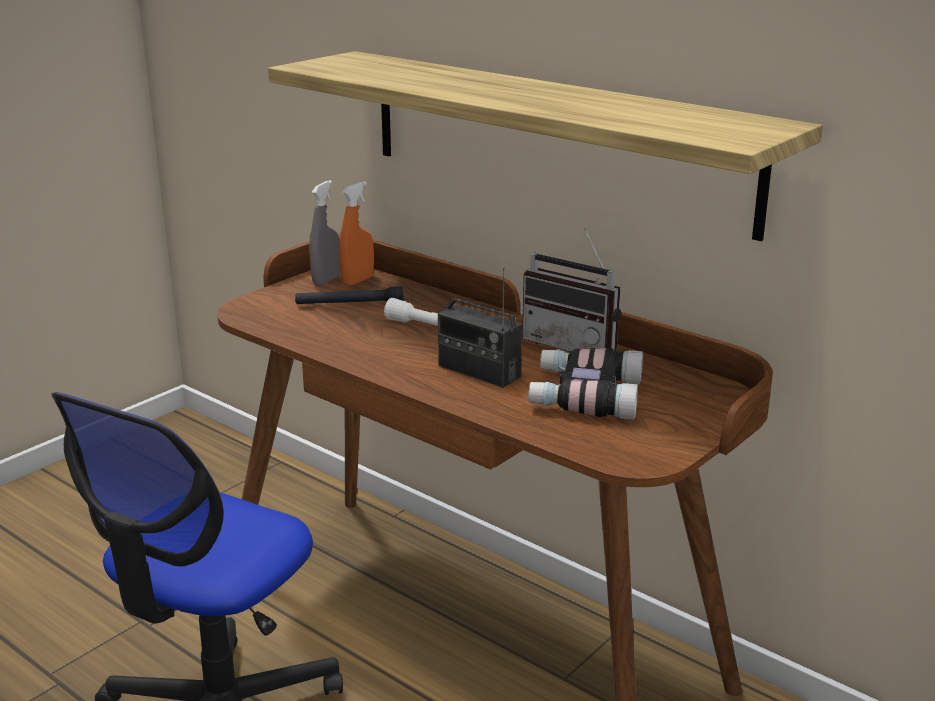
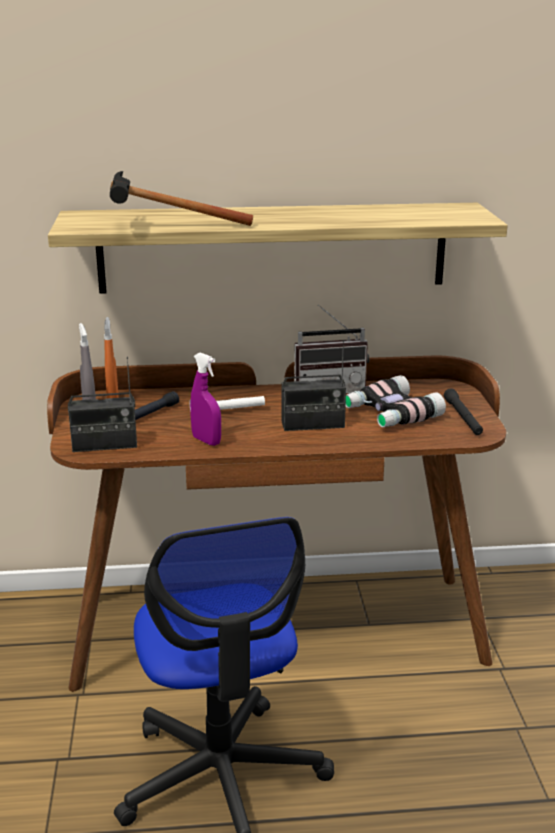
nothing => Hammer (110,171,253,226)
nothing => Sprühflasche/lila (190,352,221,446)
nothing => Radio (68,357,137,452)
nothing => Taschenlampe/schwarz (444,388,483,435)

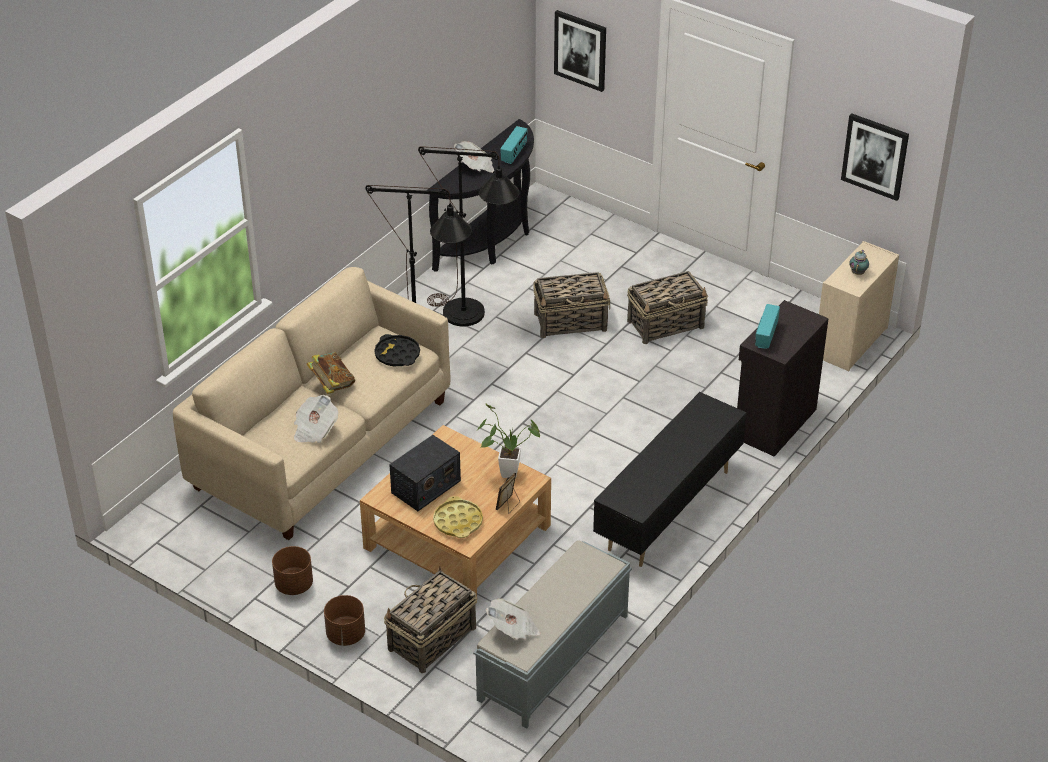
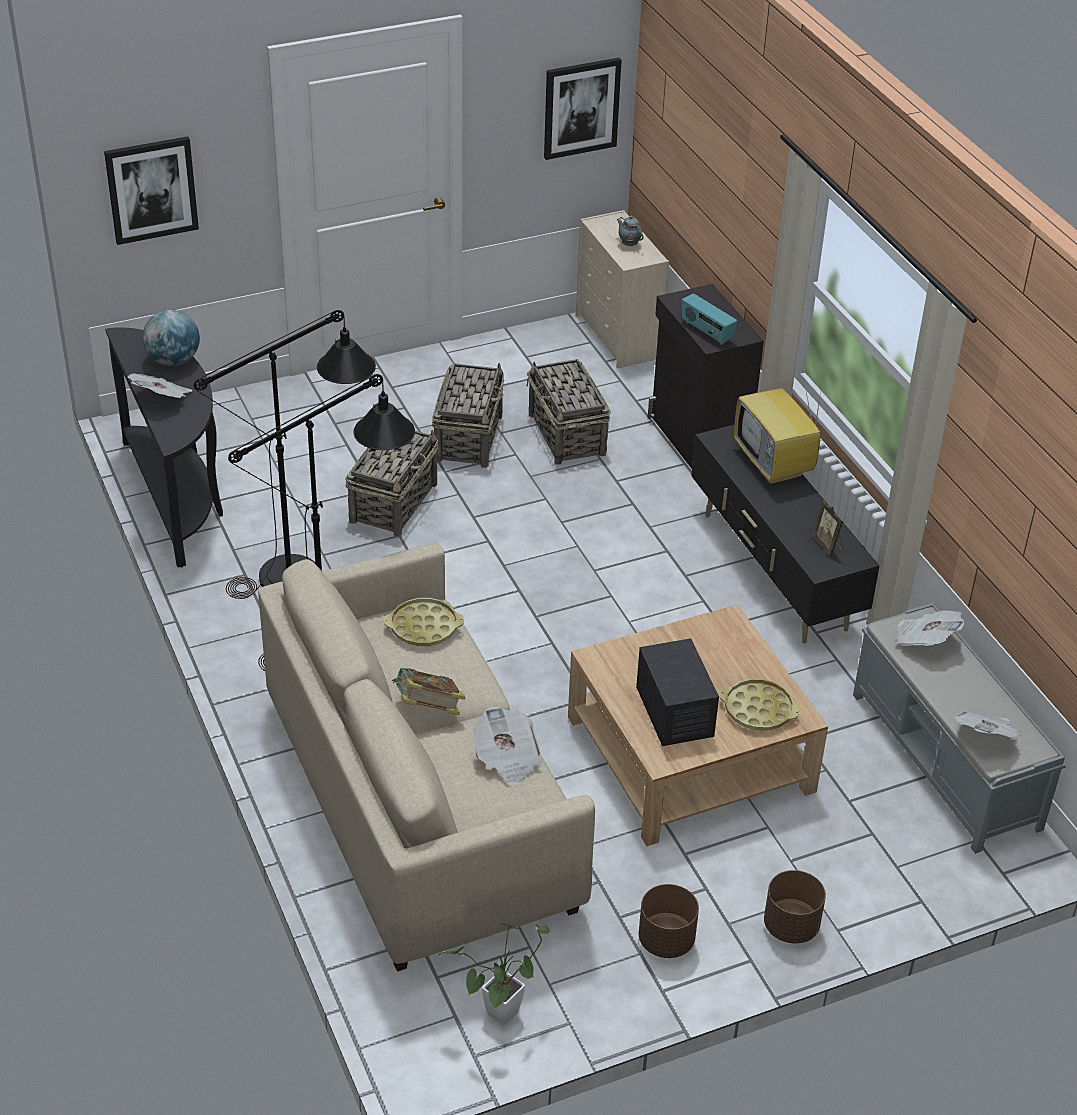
Radio (500,126,527,164) => Globus (142,310,200,366)
Tablett/schwarz (374,334,420,366) => Tablett/gelb (384,598,464,646)
Topfpflanze (476,404,540,479) => Topfpflanze (439,923,550,1026), shifted
Bilderrahmen (496,472,520,514) => Bilderrahmen (812,501,843,555), shifted
Korb (384,566,477,673) => Korb (527,359,611,464), shifted
nothing => Fernseher (734,372,821,485)
nothing => Zeitung (896,610,964,646)

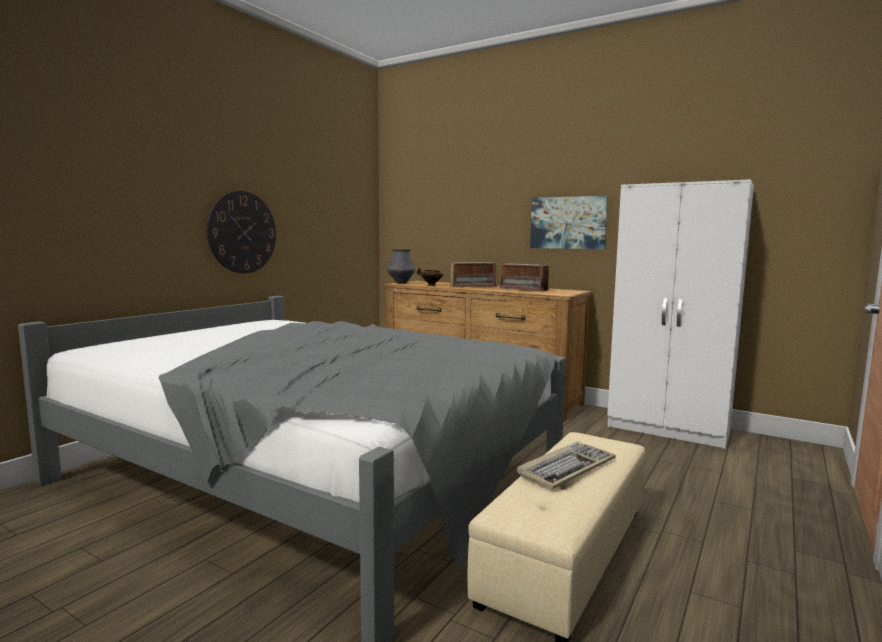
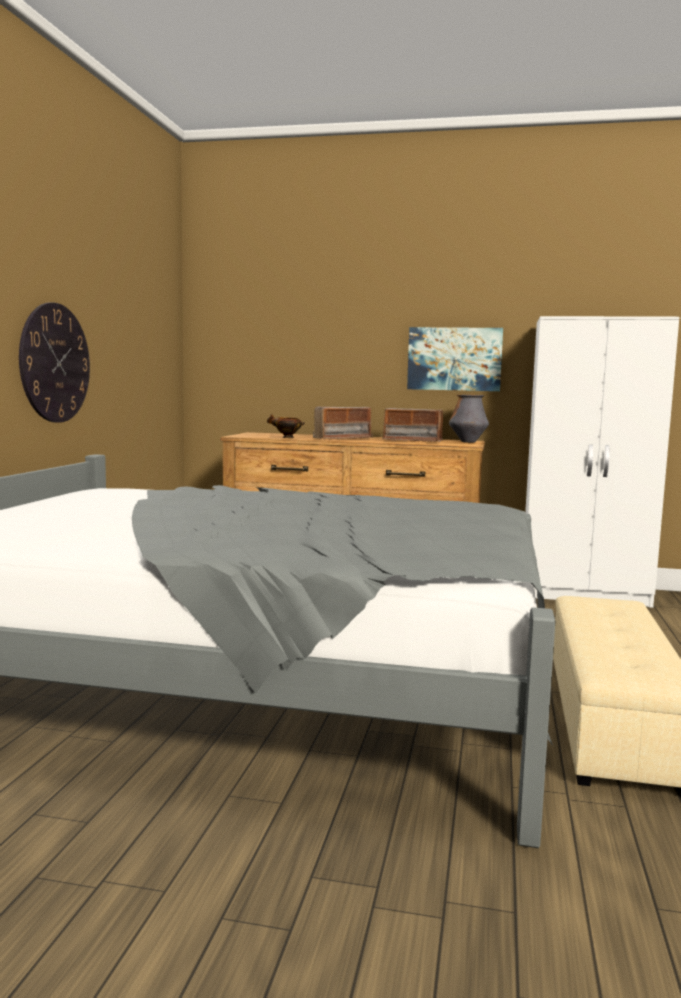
Vase (387,249,416,284) => Vase (449,395,489,443), shifted
Tastatur (517,441,616,489) => nothing

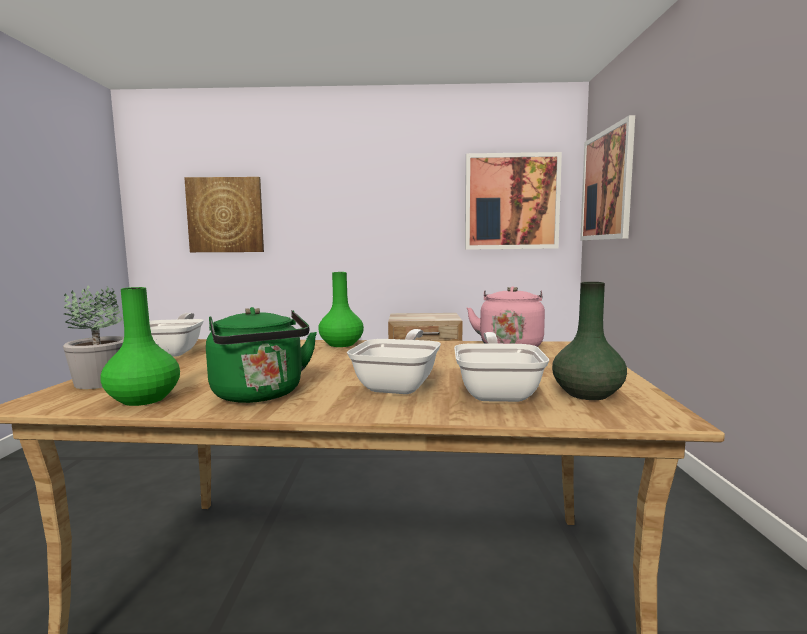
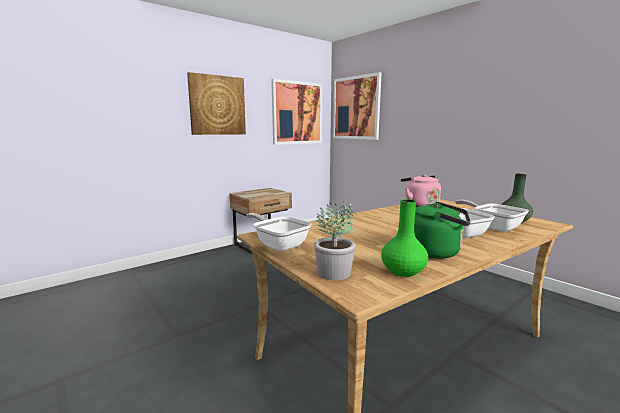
Bild (184,177,264,252) => Bild (187,72,246,135), shifted
Vase/grün (318,272,364,347) => nothing

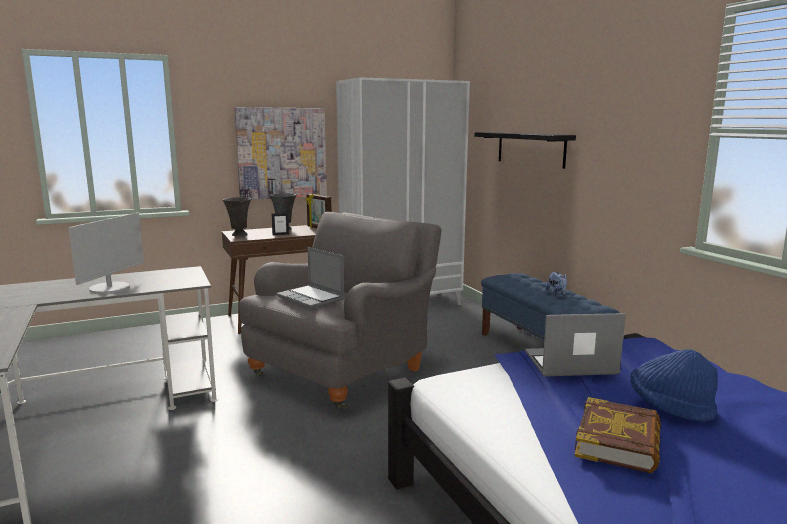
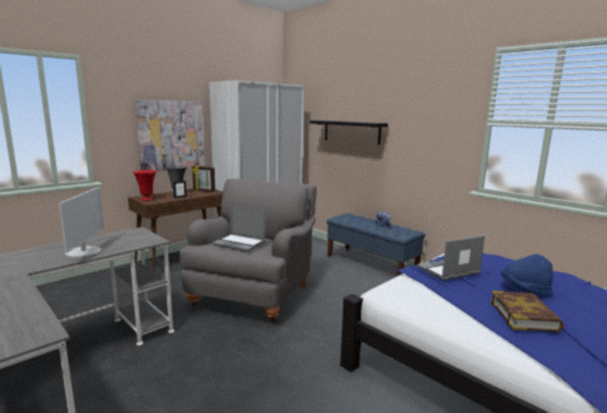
Vase/grau (223,197,251,236) => Vase/rot (133,170,156,201)

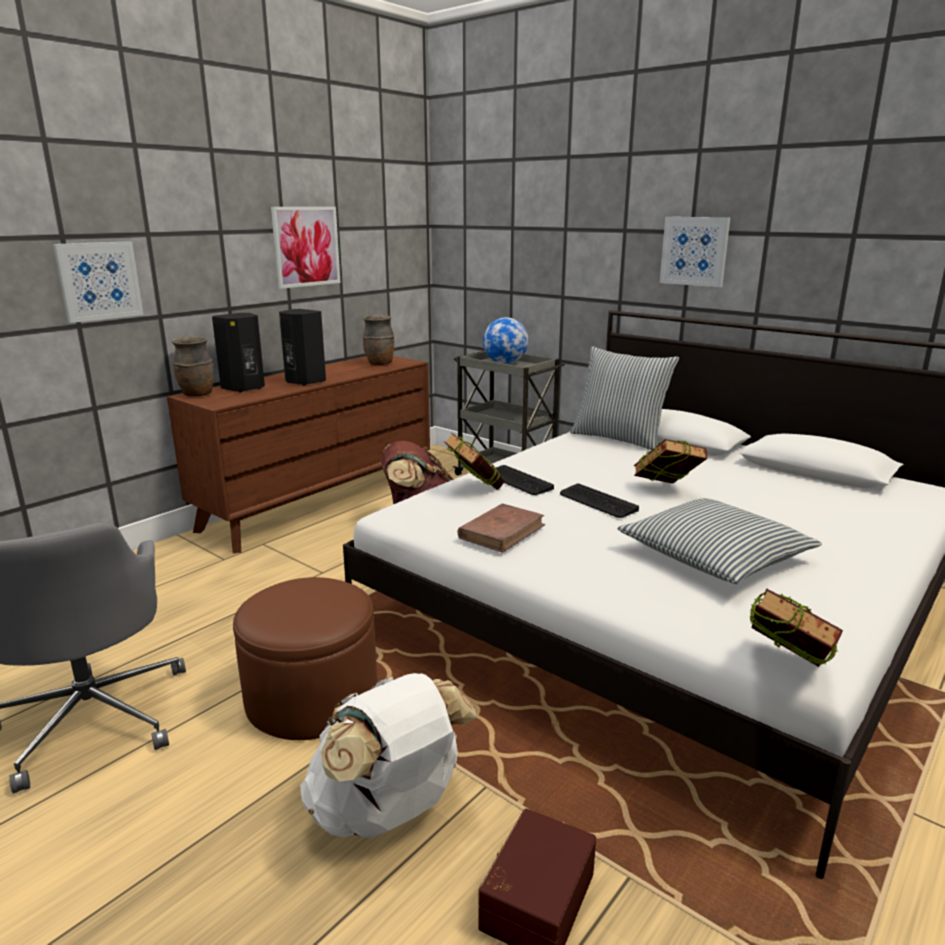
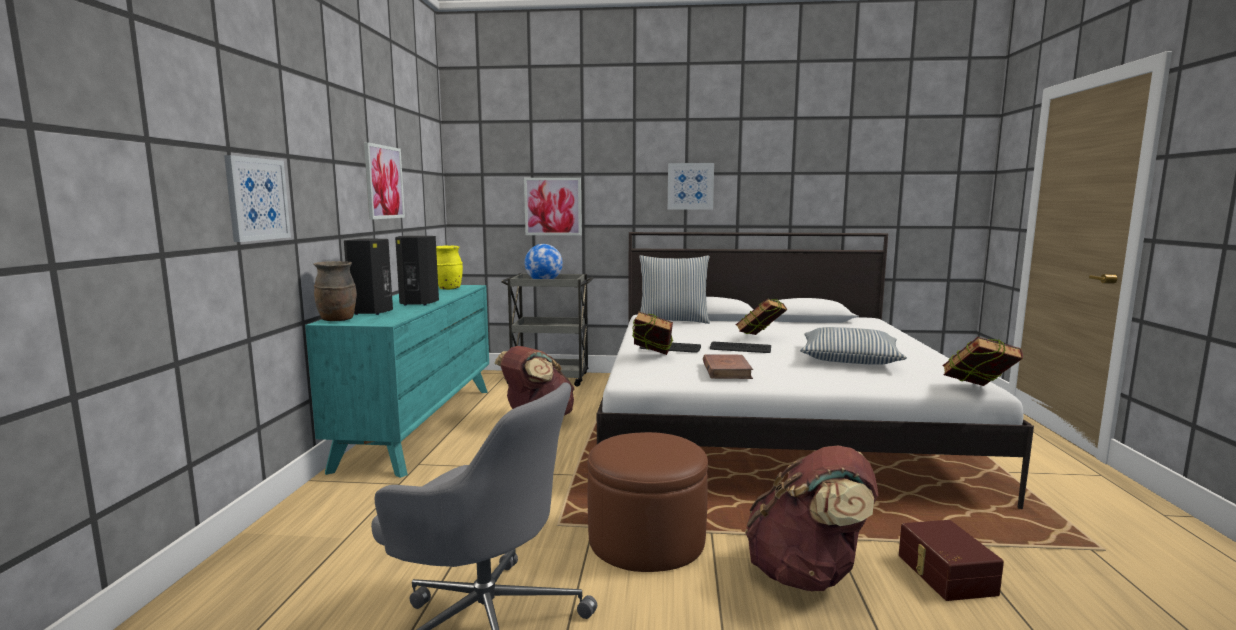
Vase/braun (363,315,394,365) => Vase/gelb (436,245,463,290)
Kommode/braun (167,356,430,554) => Kommode/türkis (305,285,489,478)
Rucksack/weiß (300,673,477,838) => Rucksack/braun (745,446,878,591)
nothing => Bild (524,178,582,235)

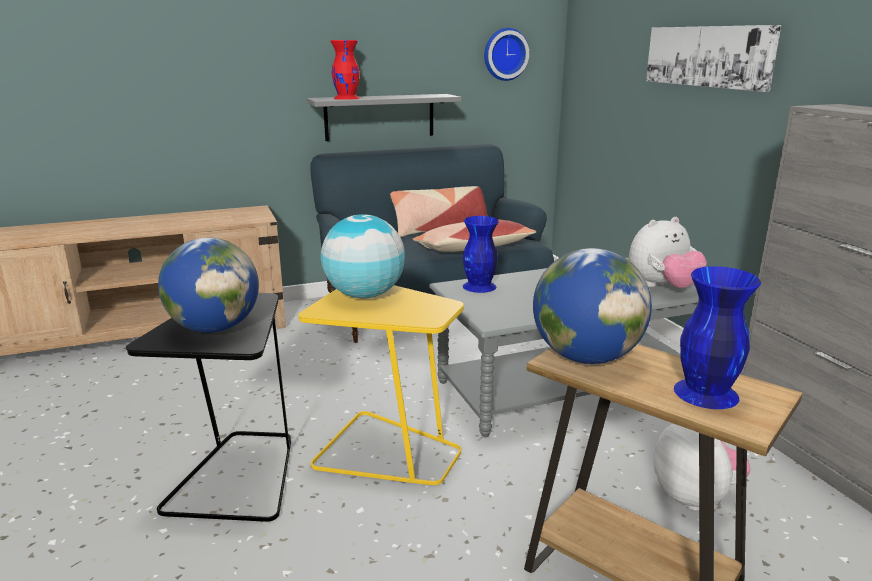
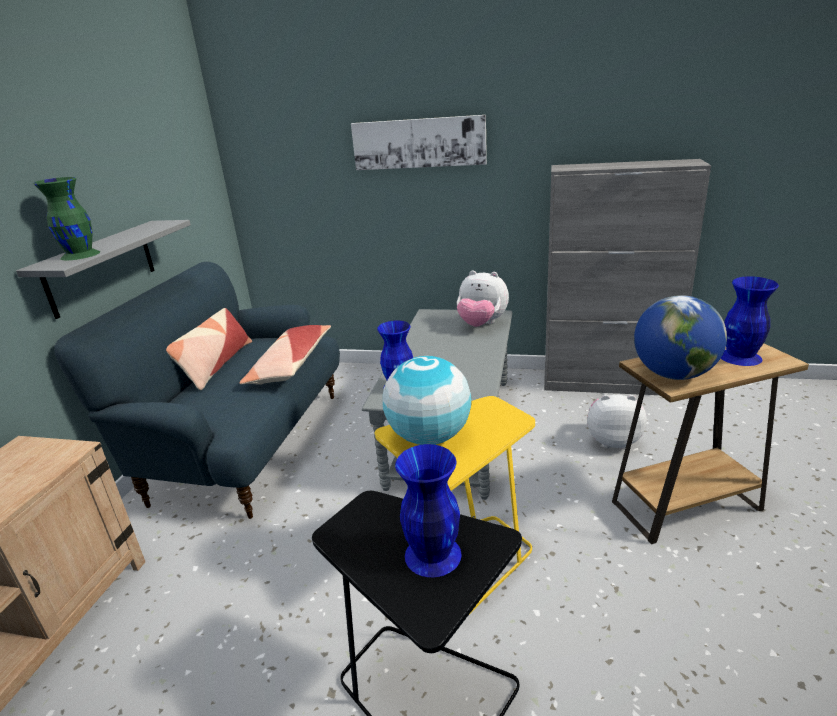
Wanduhr (484,28,529,81) => nothing
Vase/rot (331,40,360,100) => Vase/grün (34,177,100,260)
Plüschtier (629,217,707,288) => Plüschtier (457,270,509,327), 105 degrees clockwise
Globus (158,238,259,333) => Vase/blau (395,444,461,577)

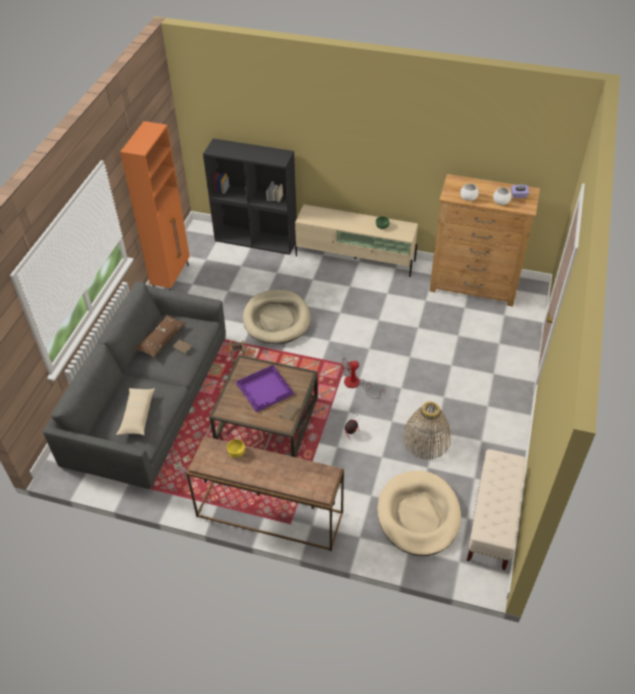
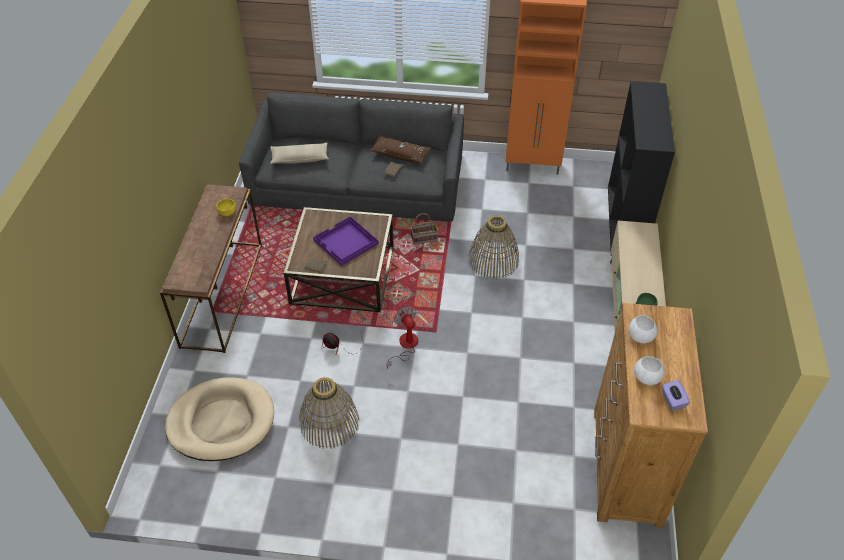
Hundebett/beige (243,290,310,344) => Korb (468,215,519,279)
Bank/beige (466,449,526,570) => nothing

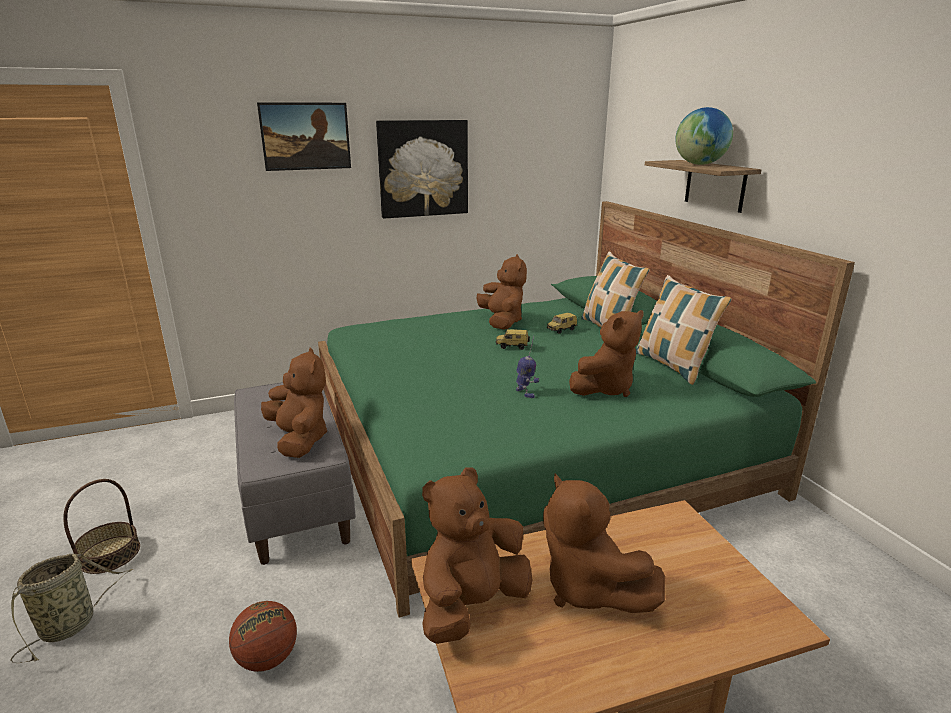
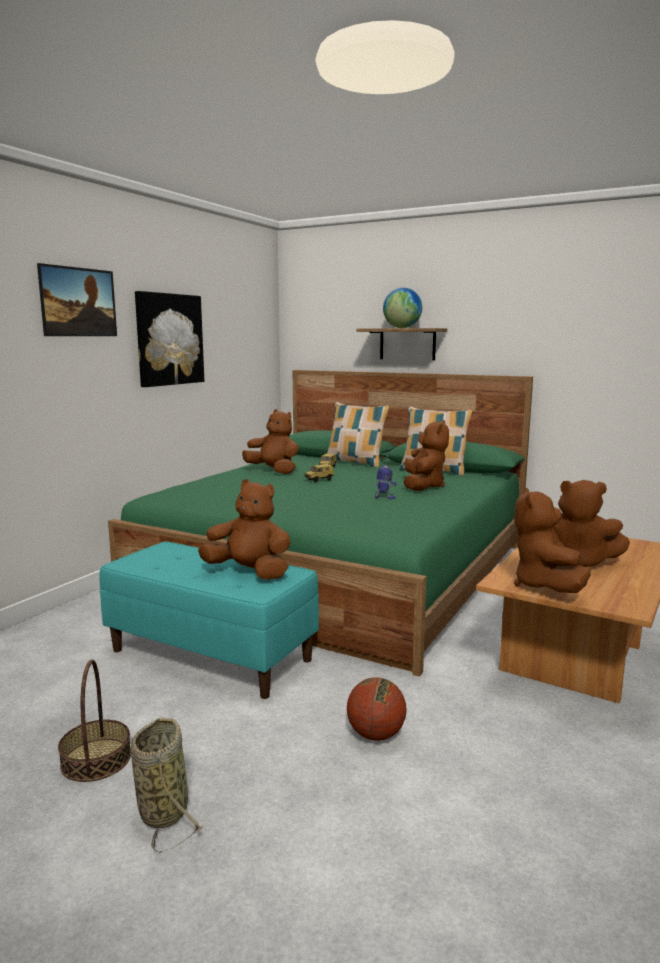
Bank/grau (234,382,356,565) => Bank/türkis (99,541,319,699)

